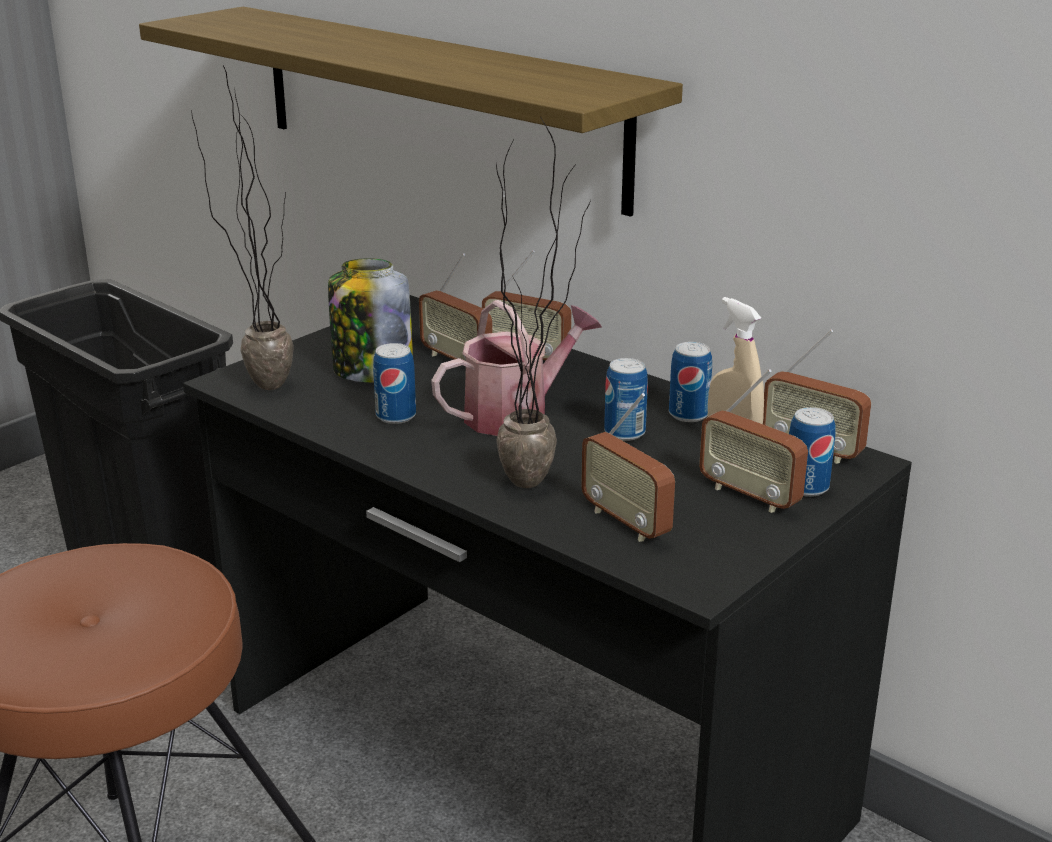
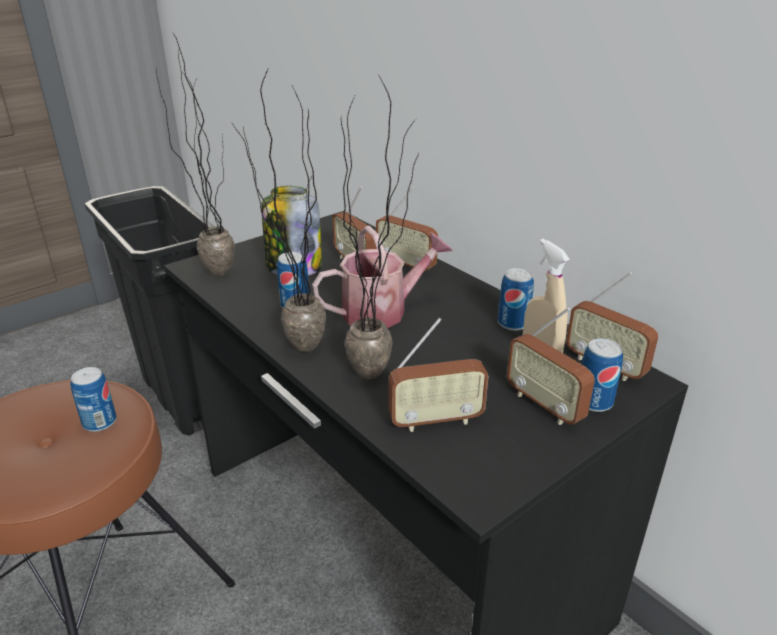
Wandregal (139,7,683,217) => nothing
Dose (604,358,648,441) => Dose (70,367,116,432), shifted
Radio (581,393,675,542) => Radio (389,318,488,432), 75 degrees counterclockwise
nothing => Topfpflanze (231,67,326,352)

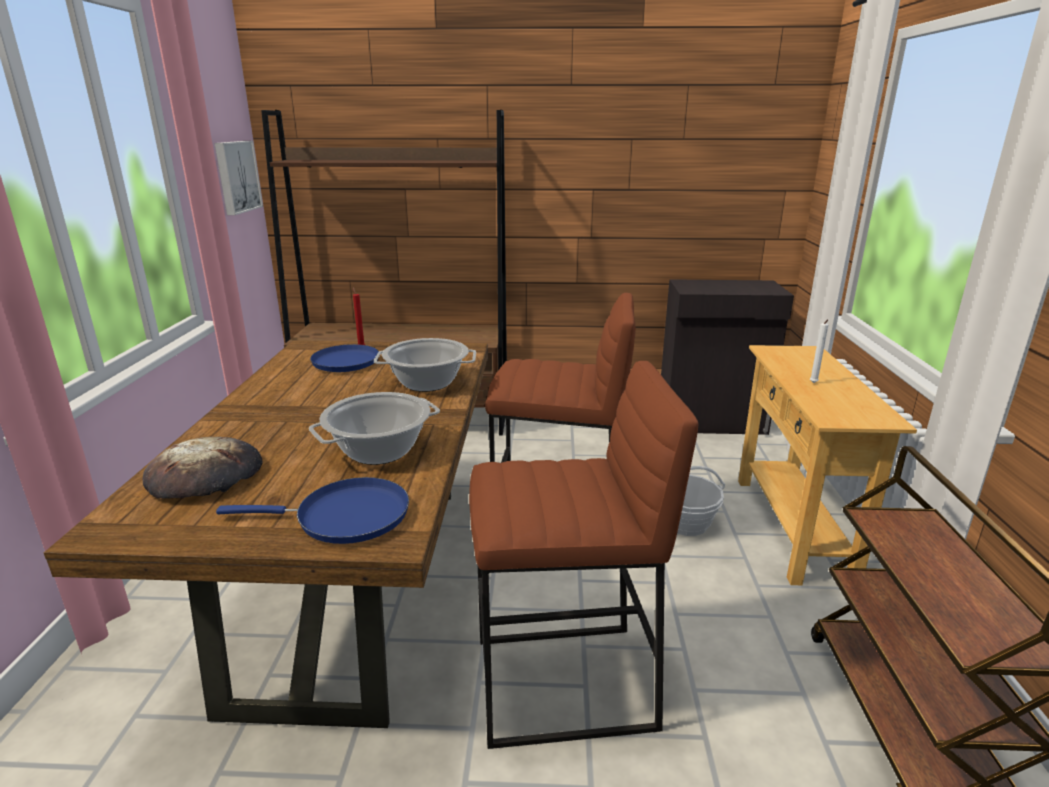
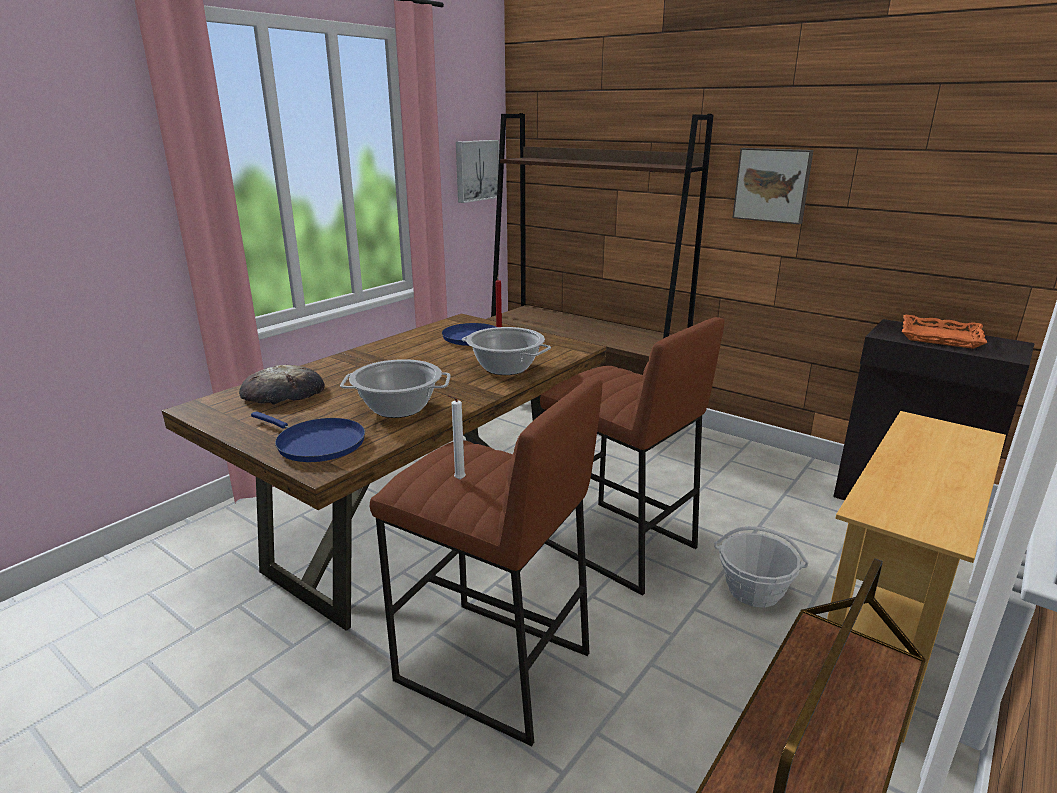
Kerze/weiß (810,319,828,383) => Kerze/weiß (448,396,466,479), shifted
nothing => Bild (732,148,814,224)
nothing => Tablett/orange (902,315,987,349)

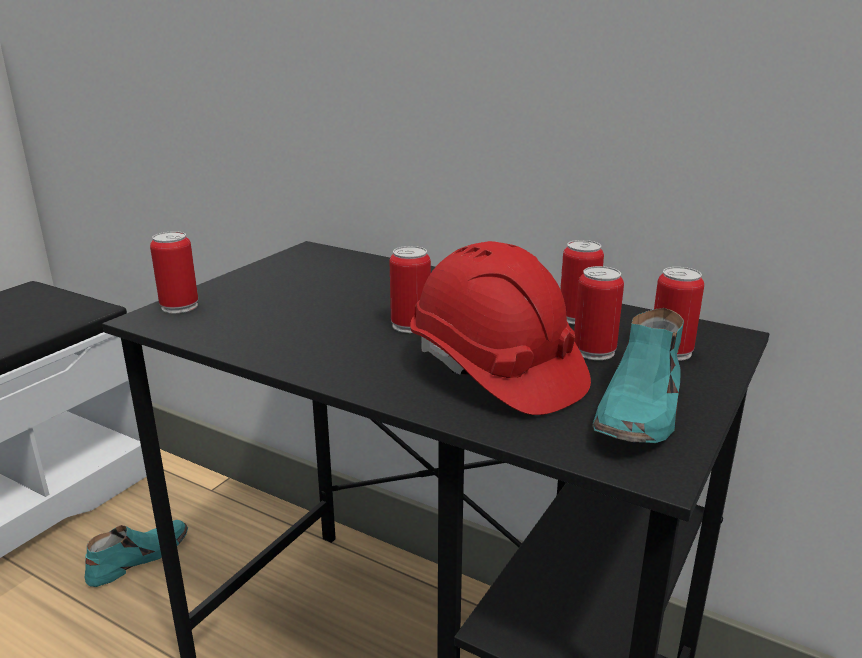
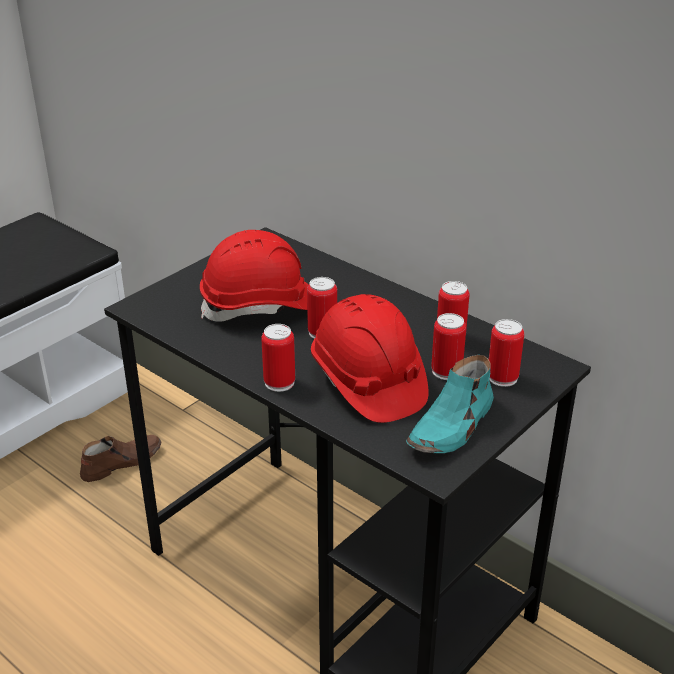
Dose (150,231,198,313) => Dose (261,324,295,392), shifted
Schuh/türkis (85,520,188,587) => Schuh/braun (80,435,162,482)
nothing => Schutzhelm/rot (200,230,308,322)

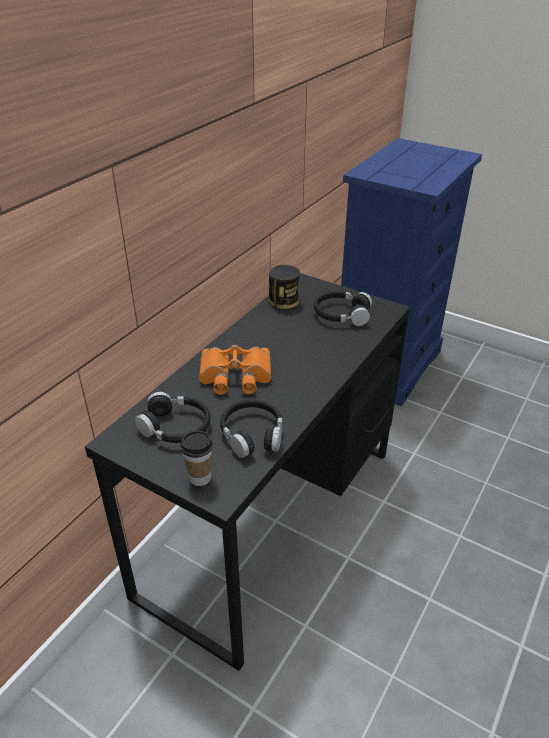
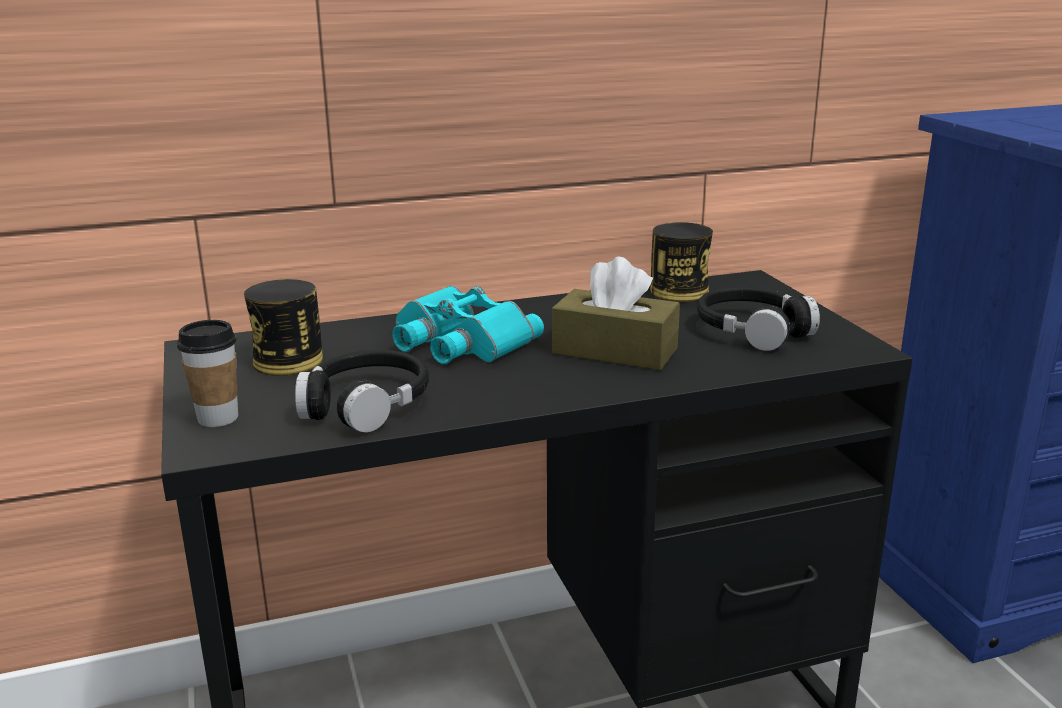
Fernglas/orange (199,345,271,395) => Fernglas/türkis (392,286,544,364)
Kopfhörer/schwarz (135,392,211,443) => Dose (244,279,323,376)
nothing => Taschentuchbox/braun (552,257,680,370)

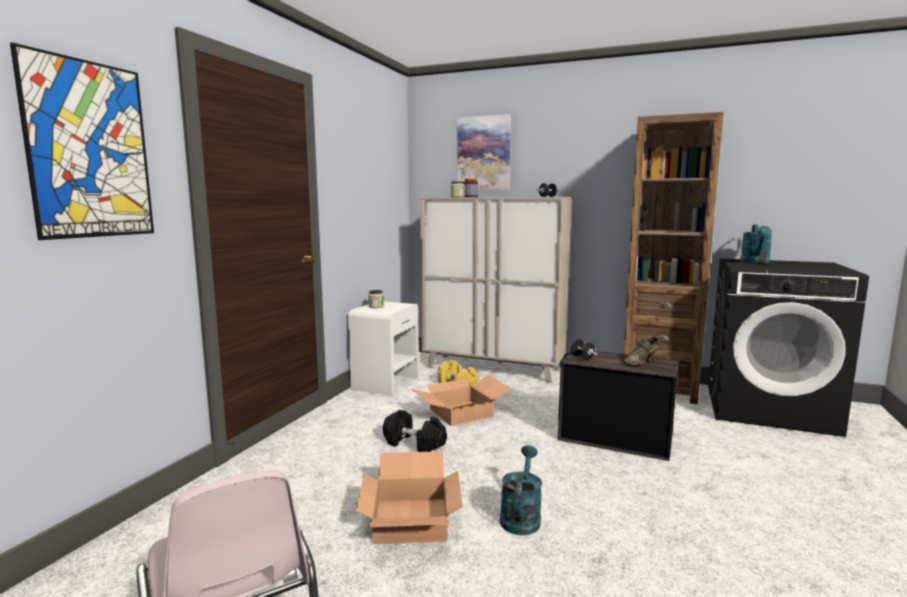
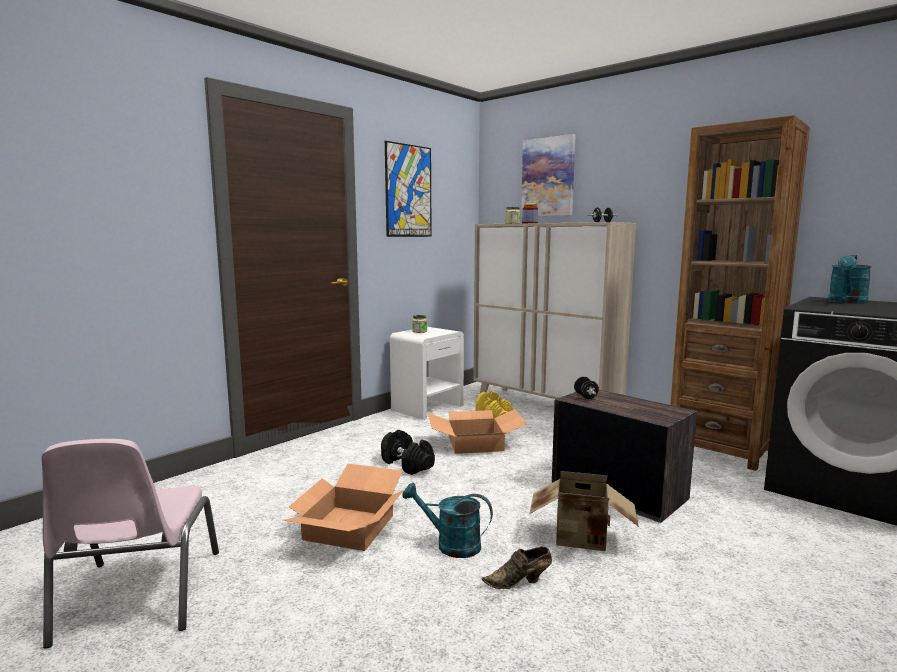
Bild (10,42,154,240) => Bild (385,141,432,237), shifted
Schuh/braun (623,337,659,365) => Schuh/braun (481,547,552,589), shifted
Gießkanne/türkis (500,445,542,535) => Gießkanne/türkis (402,483,493,558), 105 degrees counterclockwise
nothing => Karton (529,471,639,551)

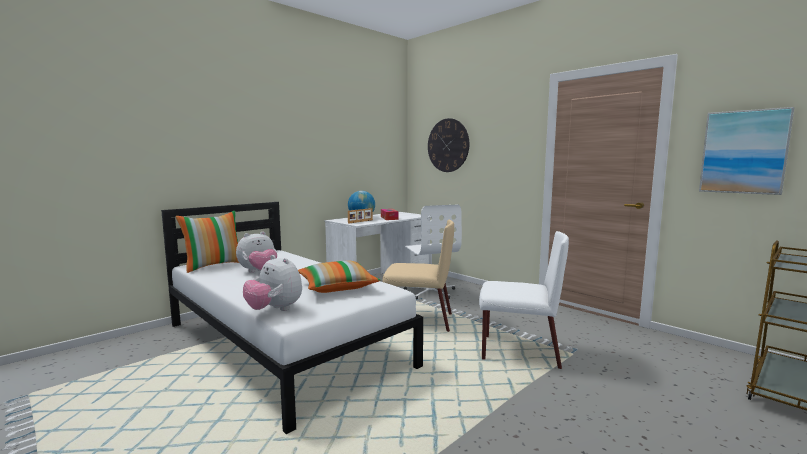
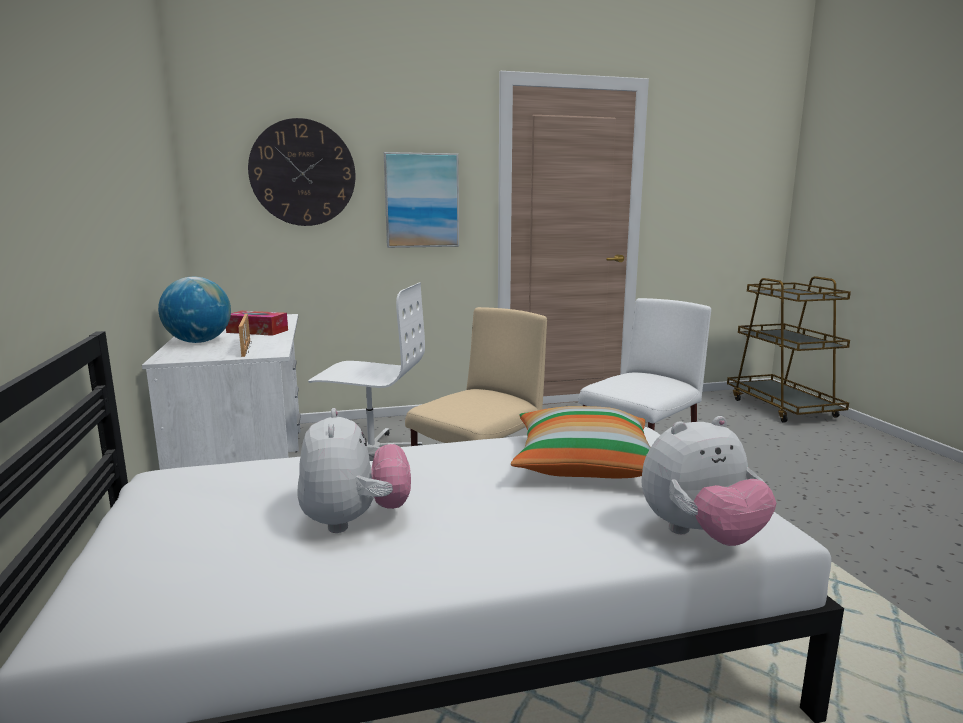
Bild (699,107,795,195) => Bild (384,152,459,248), shifted
Kissen (176,211,239,273) => nothing

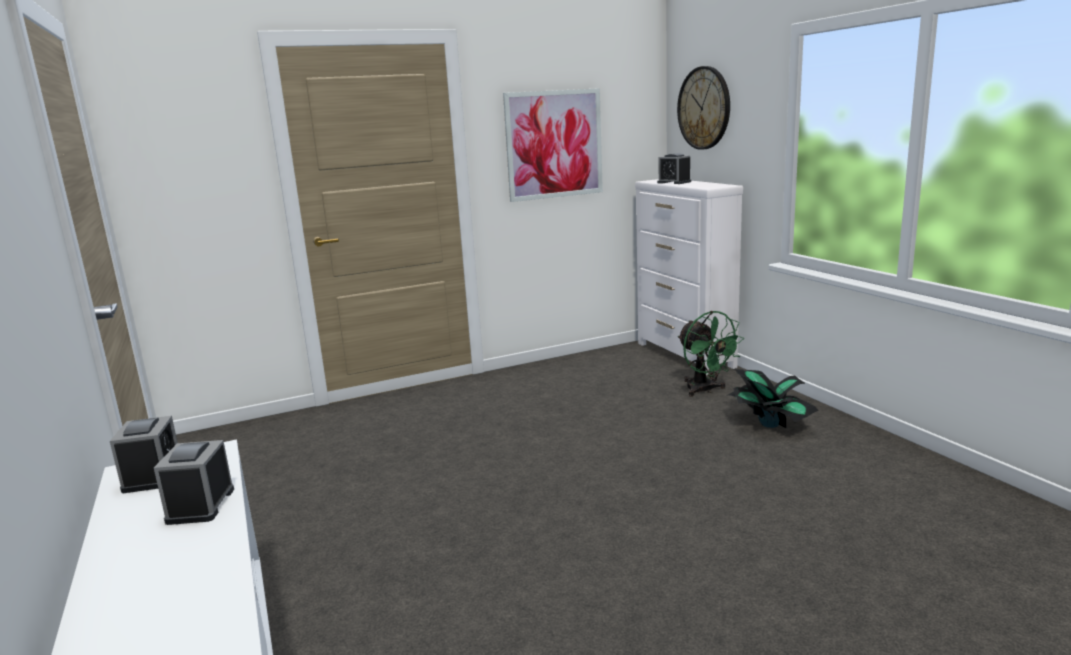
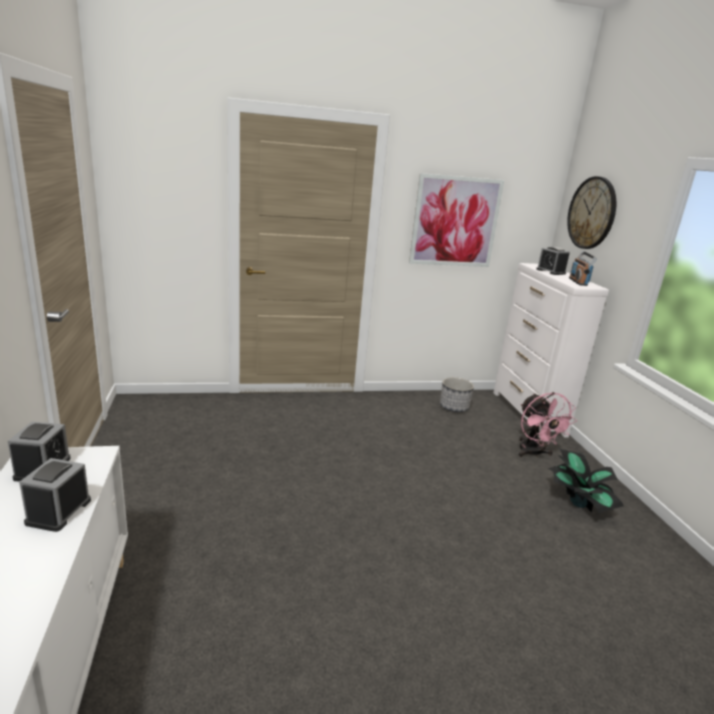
Ventilator/grün (678,311,744,397) => Ventilator/rosa (518,392,577,458)
nothing => Radio (569,251,597,286)
nothing => Pflanzkübel (440,377,474,412)

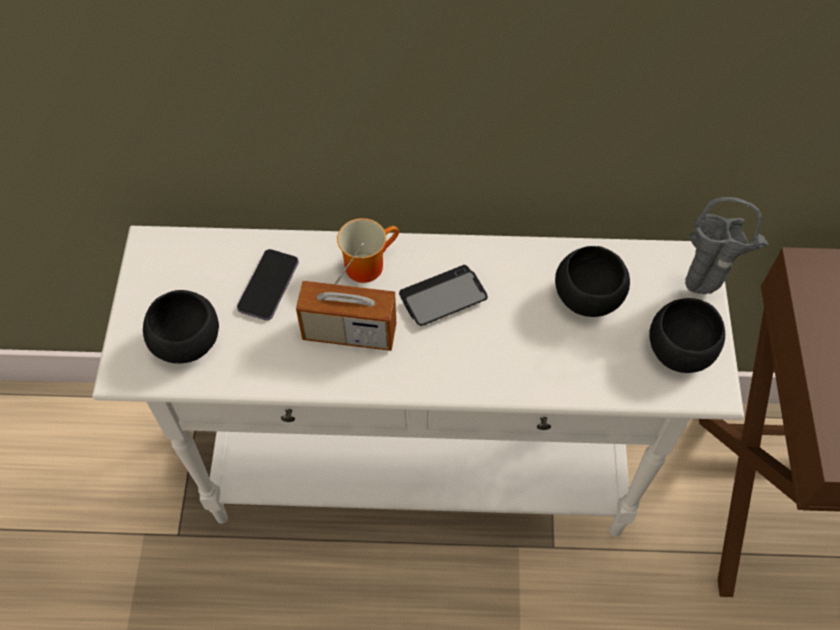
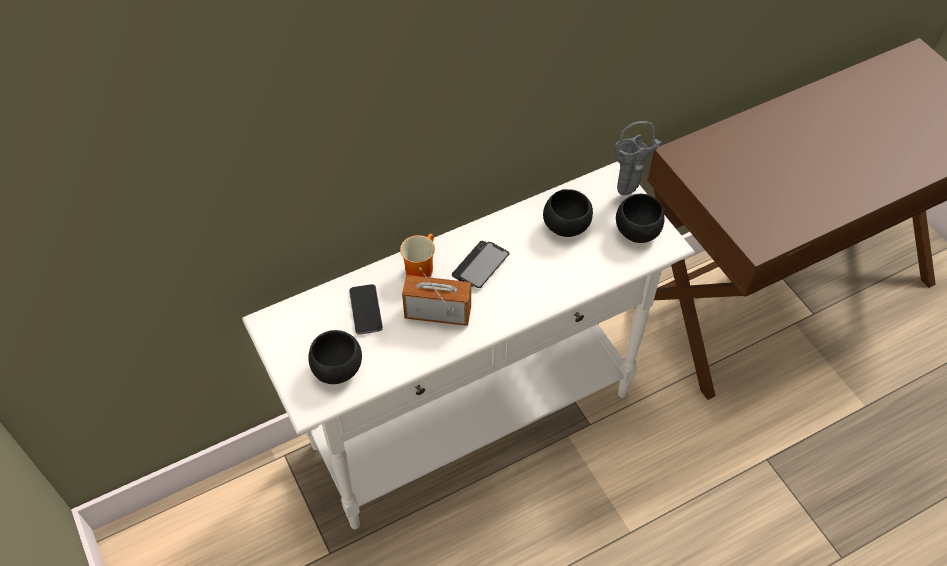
Radio (296,243,396,351) => Radio (402,268,471,326), 150 degrees counterclockwise

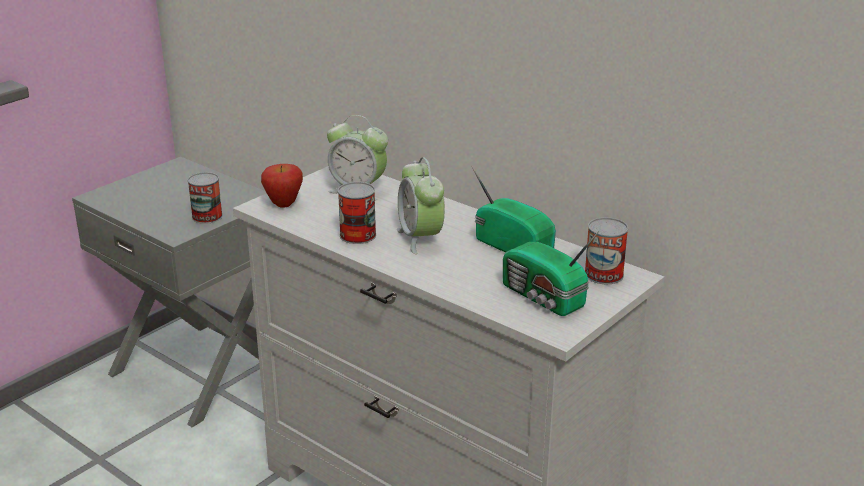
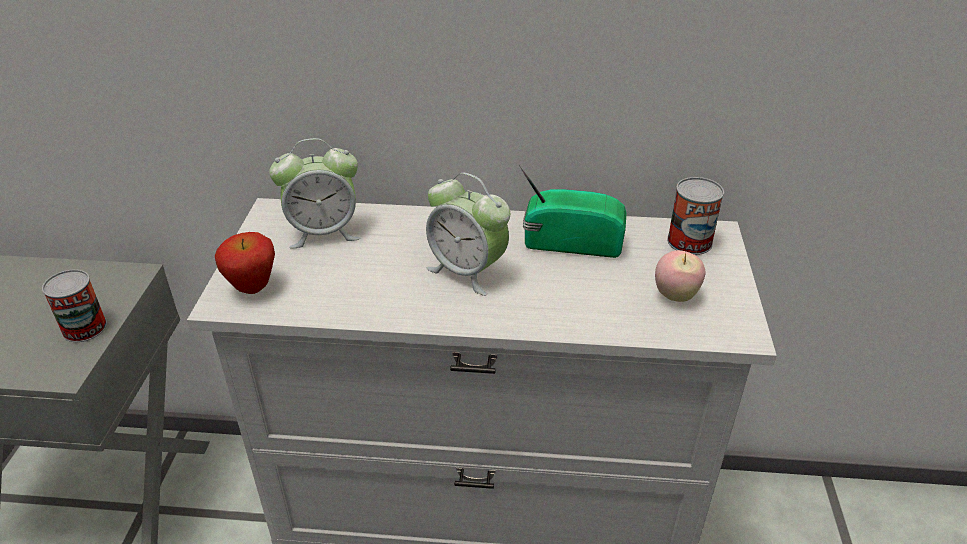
Dose (338,182,376,244) => nothing
Radio (503,231,599,316) => Apfel (655,250,705,302)

